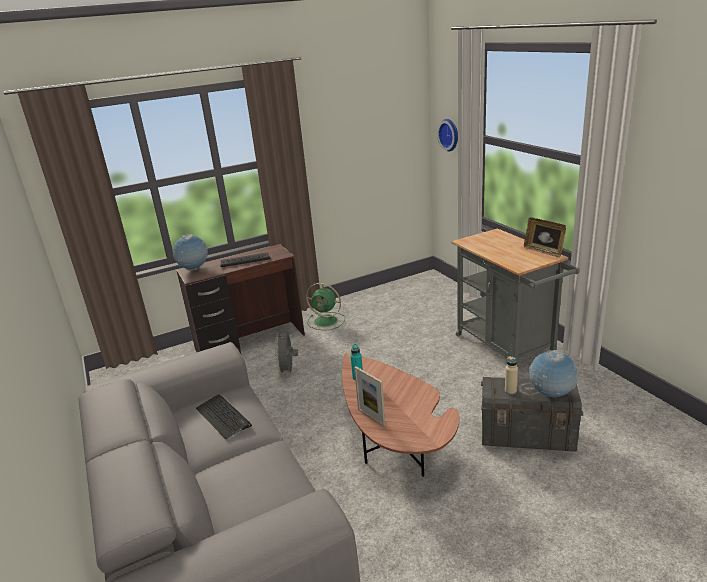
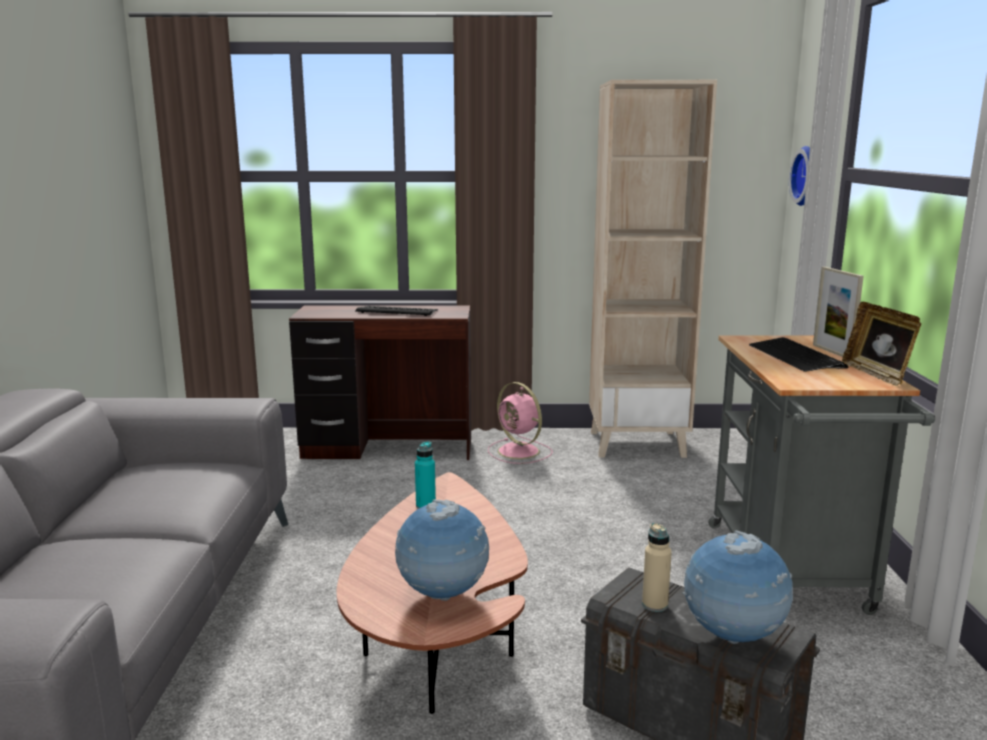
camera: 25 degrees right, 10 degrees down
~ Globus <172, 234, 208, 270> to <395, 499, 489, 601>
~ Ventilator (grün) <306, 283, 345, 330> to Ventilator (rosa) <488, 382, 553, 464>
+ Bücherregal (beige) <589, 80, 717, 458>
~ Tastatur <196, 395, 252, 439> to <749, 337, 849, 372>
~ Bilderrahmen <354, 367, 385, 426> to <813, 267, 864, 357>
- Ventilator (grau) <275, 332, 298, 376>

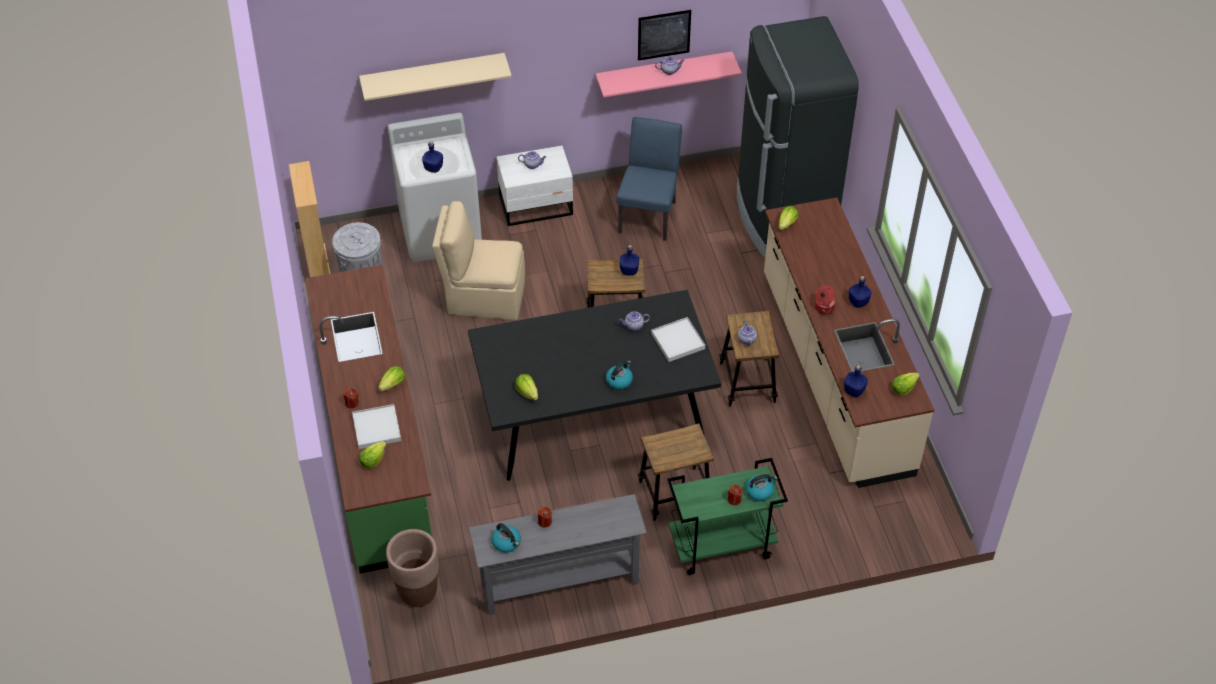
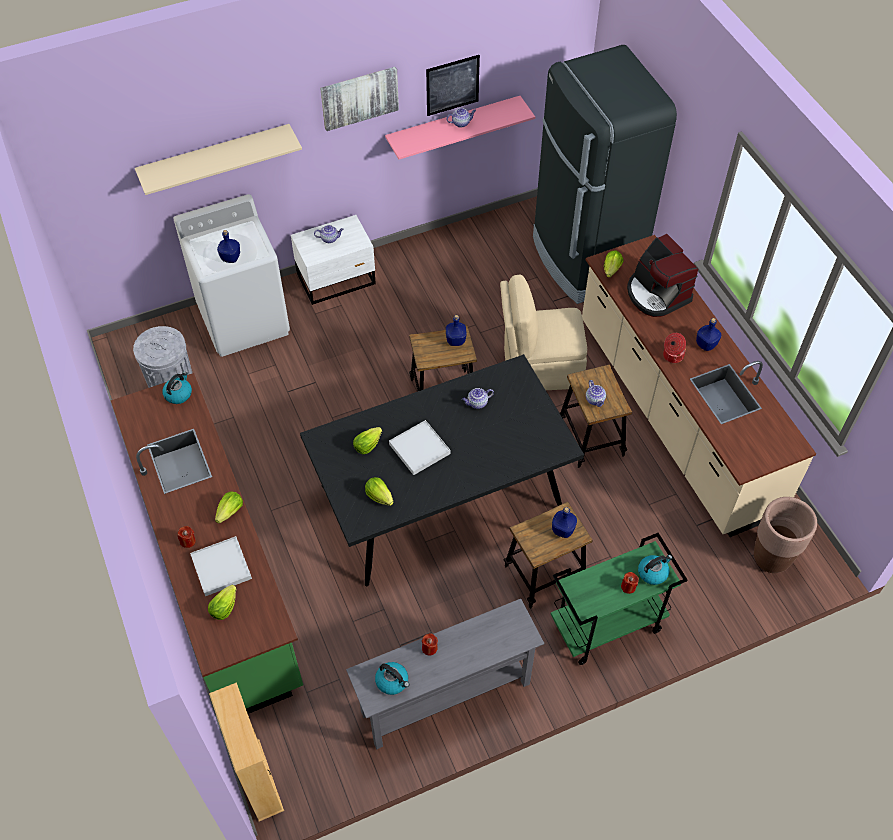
camera: 10 degrees left, 5 degrees up
~ Wasserkessel <606, 360, 633, 390> to <162, 372, 192, 404>
~ Bücherregal (beige) <289, 161, 330, 277> to <209, 682, 284, 821>
+ Bild <320, 67, 399, 131>
~ Salatkopf <892, 373, 920, 396> to <353, 427, 382, 454>
~ Tablett (weiß) <651, 317, 705, 362> to <389, 420, 451, 475>
~ Stuhl (beige) <432, 201, 525, 320> to <500, 275, 587, 390>
~ Flasche (blau) <844, 365, 868, 397> to <552, 507, 577, 538>
+ Kaffeemaschine <627, 234, 698, 317>
~ Pflanzkübel (braun) <386, 529, 439, 607> to <754, 497, 817, 573>
- Stuhl (blau) <616, 117, 682, 241>

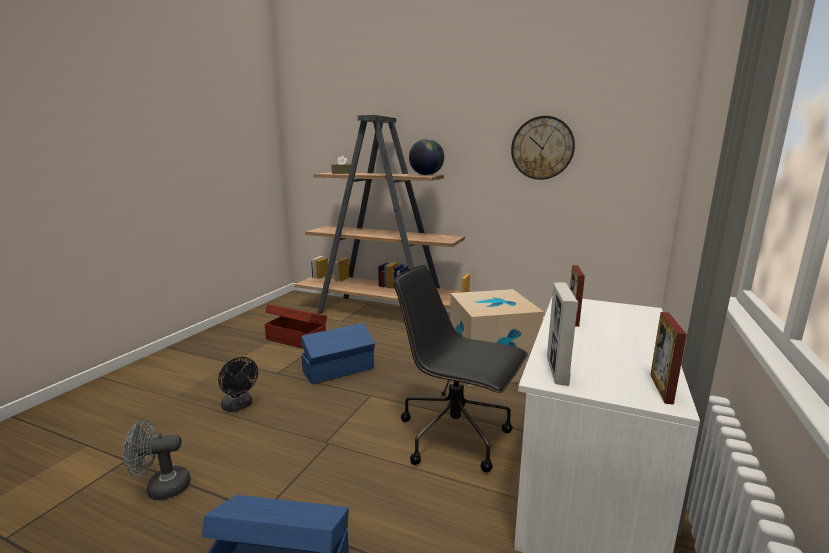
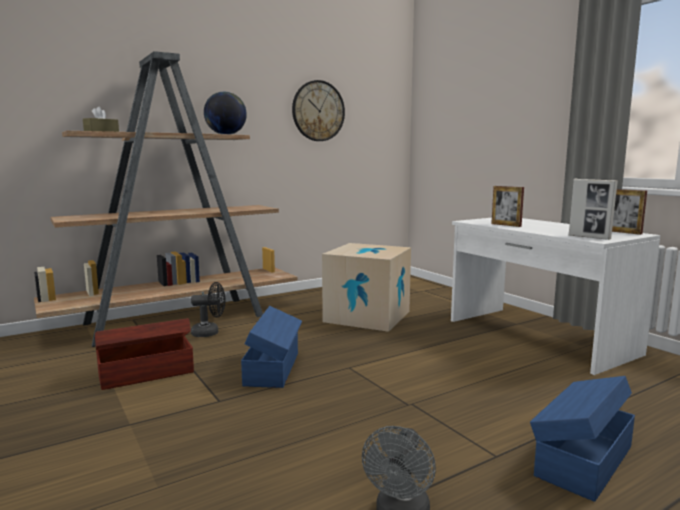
camera: 55 degrees left, 5 degrees down
~ Ventilator (schwarz) <218, 357, 258, 412> to <191, 282, 225, 337>
- Bürostuhl (schwarz) <394, 265, 528, 473>

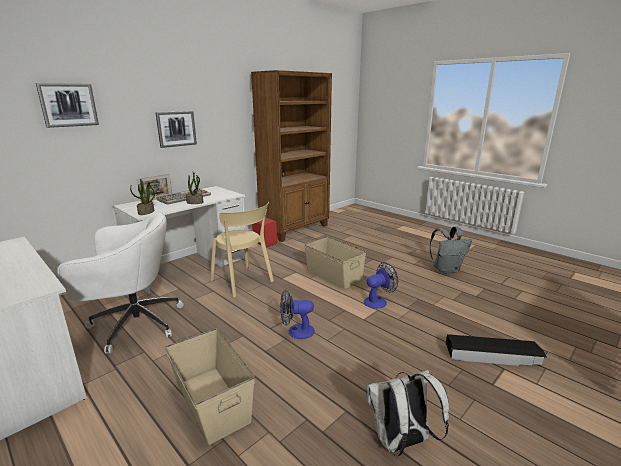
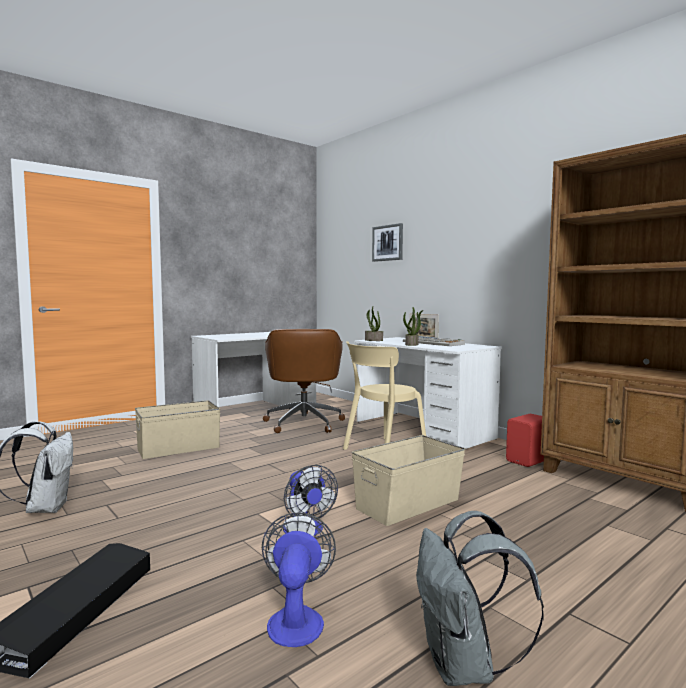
camera: 95 degrees right, 15 degrees down
~ Ventilator <280, 290, 315, 339> to <262, 512, 336, 647>
~ Bürostuhl (weiß) <57, 212, 184, 354> to Bürostuhl (braun) <263, 329, 345, 433>
- Bild <155, 111, 197, 148>

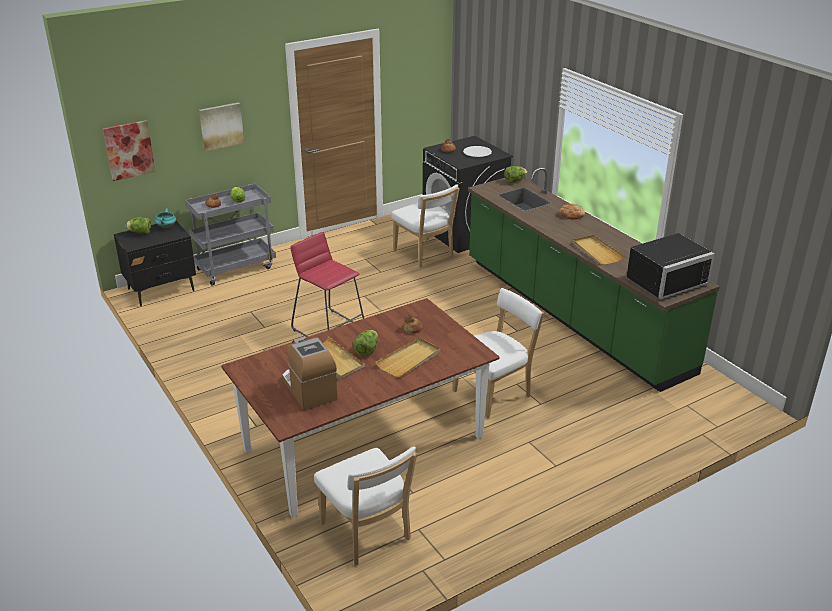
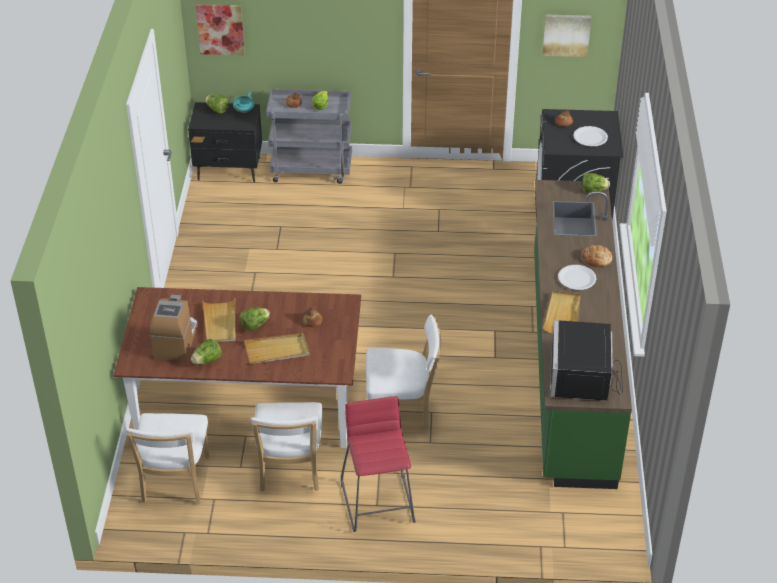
camera: 35 degrees right, 10 degrees up
+ Salatkopf <191, 339, 222, 365>
~ Stuhl (weiß) <391, 184, 460, 267> to <251, 402, 323, 492>
~ Hocker (rot) <290, 232, 364, 337> to <341, 396, 416, 532>
~ Bild <199, 102, 244, 151> to <542, 14, 591, 57>
~ Mikrowelle (schwarz) <626, 233, 715, 300> = <550, 320, 623, 401> 90 degrees clockwise
+ Teller (weiß) <558, 265, 596, 290>

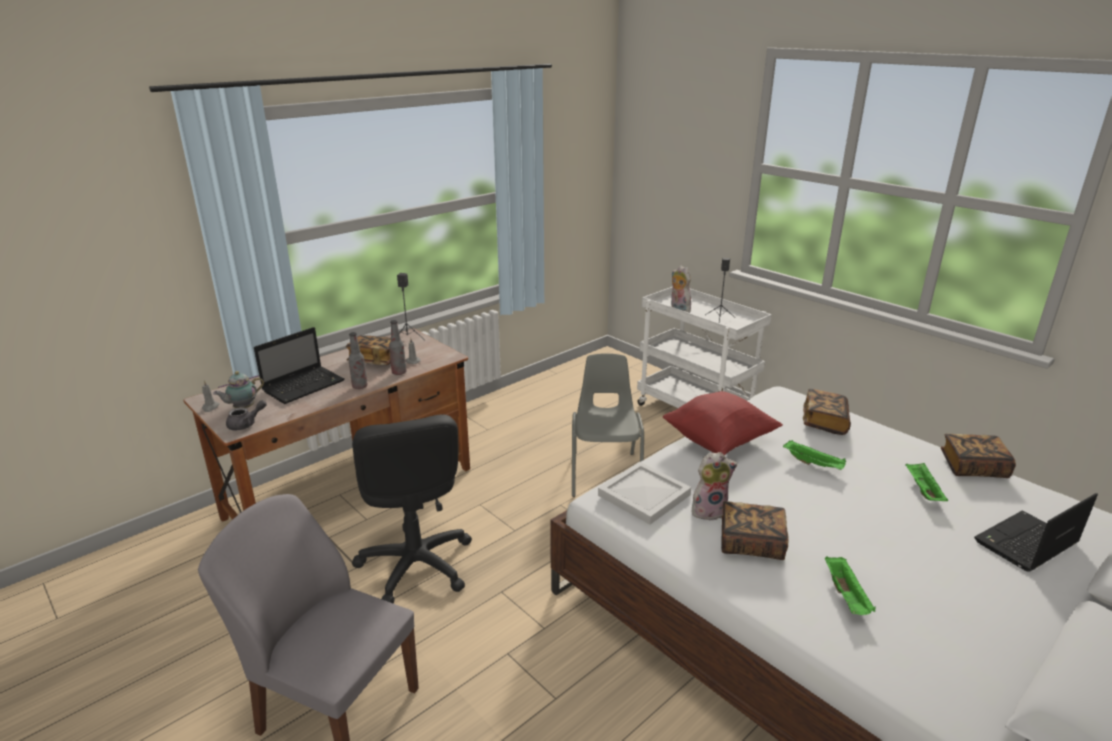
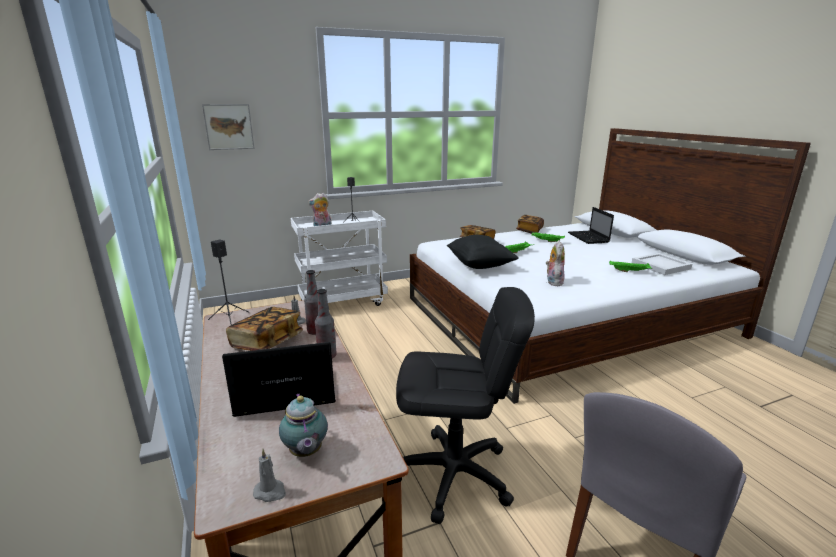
camera: 70 degrees left, 5 degrees down
+ Bild <202, 104, 255, 150>
~ Laptop <254, 327, 345, 404> = <222, 342, 336, 417> 75 degrees counterclockwise
~ Kissen (rot) <663, 391, 783, 455> to Kissen (schwarz) <447, 235, 519, 269>
~ Tablett (weiß) <598, 462, 691, 525> to <632, 253, 692, 275>
- Teekanne (grau) <226, 400, 267, 430>
- Stuhl (grau) <572, 353, 644, 497>
- Buch <721, 501, 789, 560>

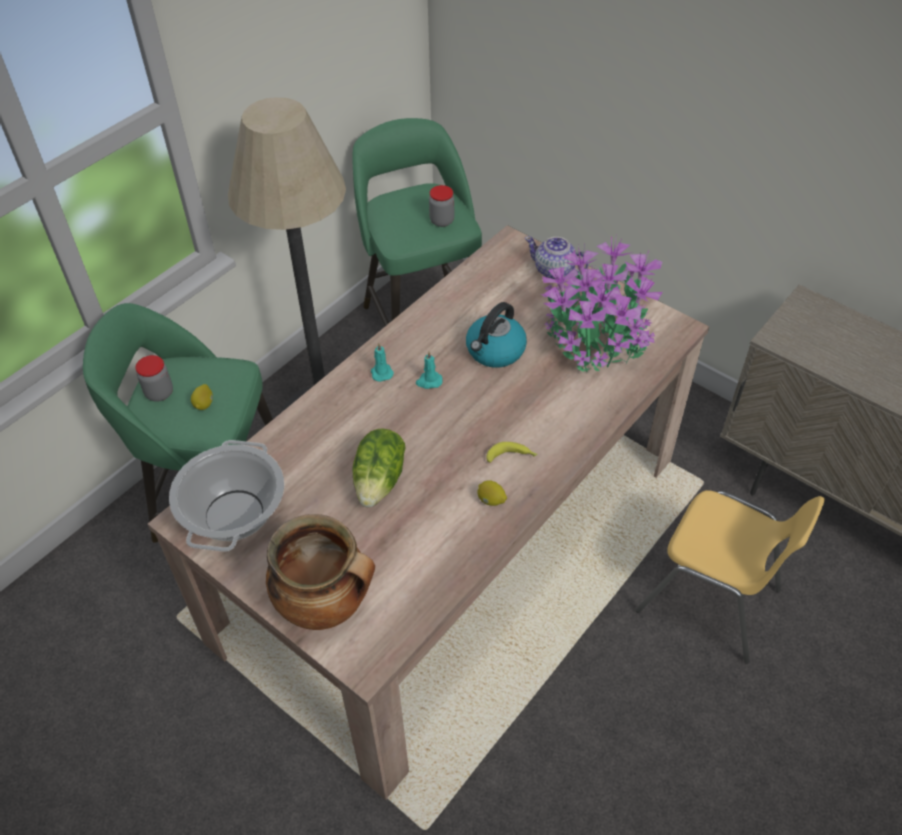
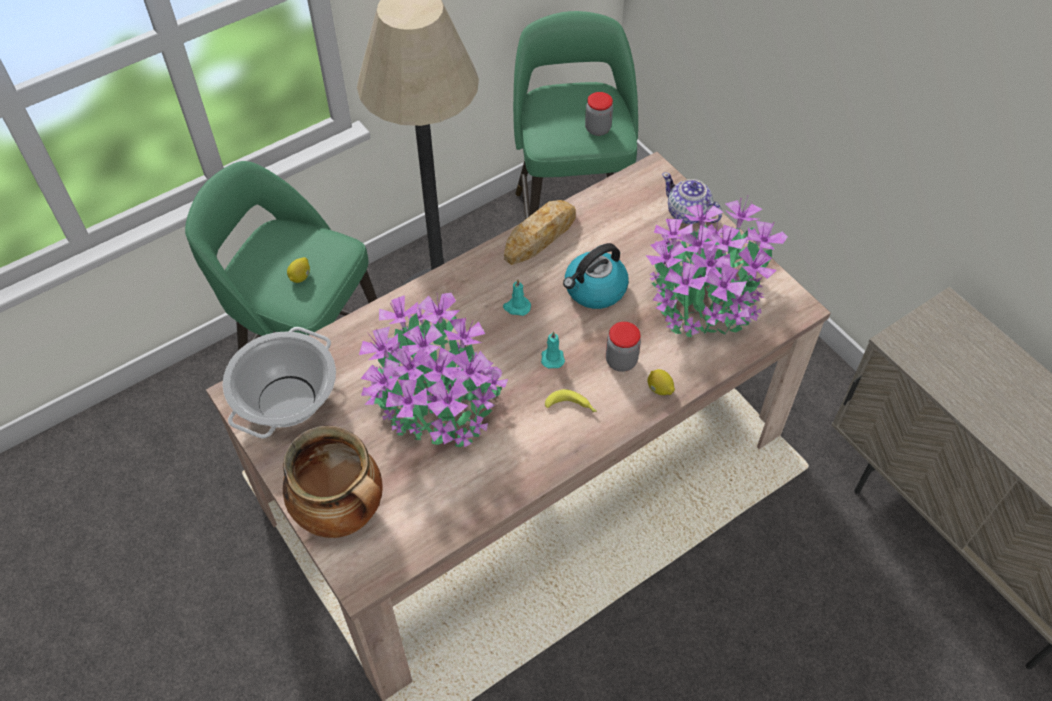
camera: 15 degrees right, 5 degrees up
~ Salatkopf <353, 429, 405, 508> to Topfpflanze <359, 293, 508, 447>
+ Brot <504, 200, 576, 265>
~ Kerze (türkis) <371, 343, 394, 382> to <541, 331, 565, 368>
~ Vorratsglas <135, 355, 173, 401> to <606, 322, 641, 372>
~ Zitrone <477, 480, 507, 506> to <647, 369, 675, 395>
- Stuhl (gelb) <636, 490, 825, 664>

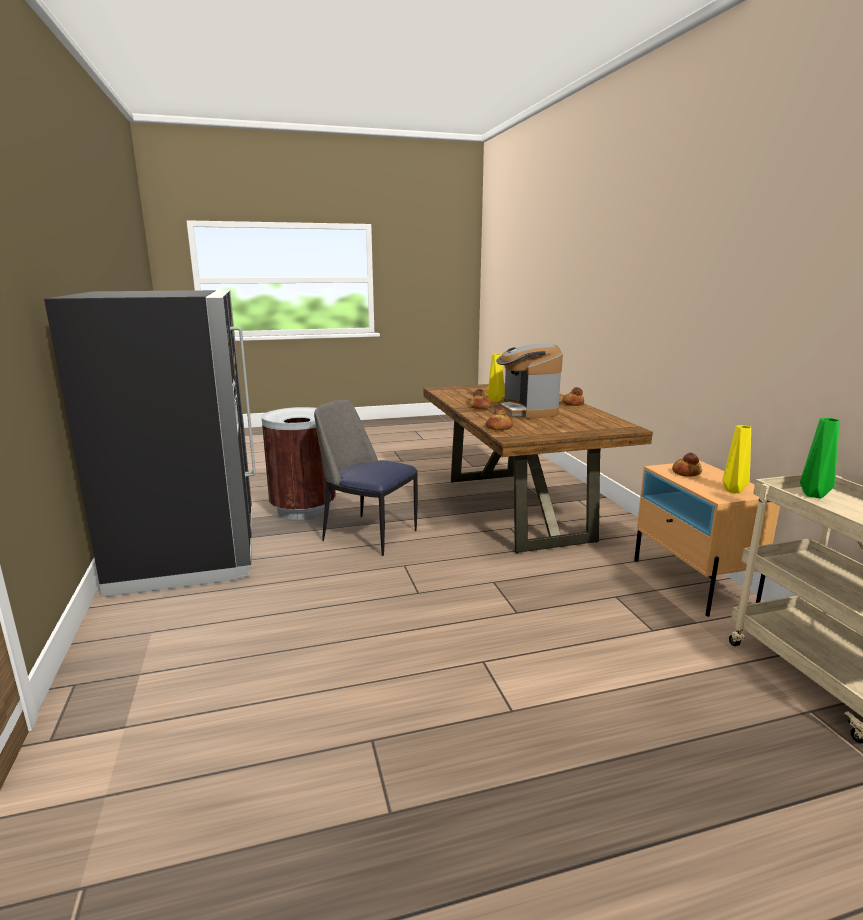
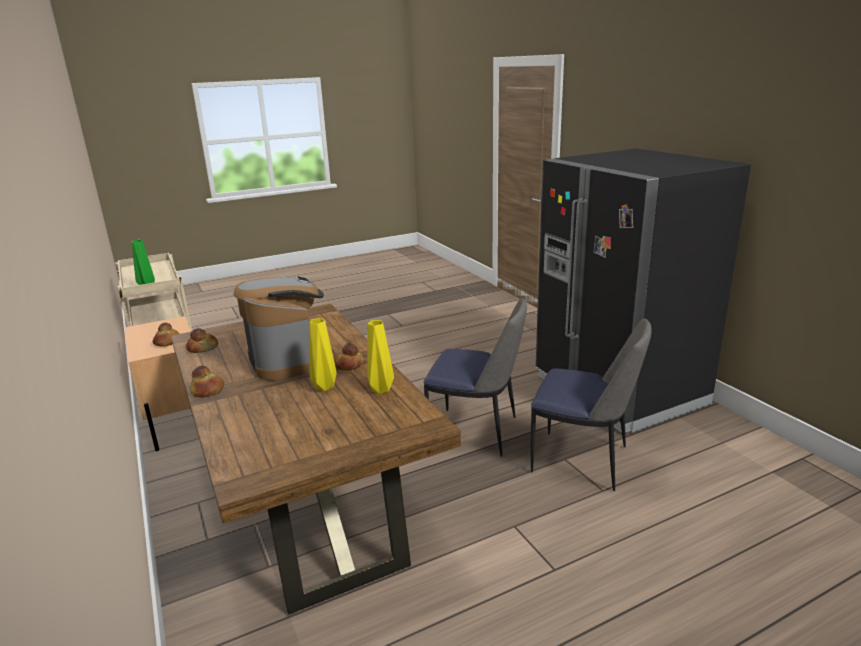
camera: 170 degrees right, 5 degrees up
~ Brot <486, 407, 513, 430> to <186, 328, 218, 353>
~ Vase (gelb) <722, 425, 751, 493> to <367, 320, 394, 394>
~ Mülleimer (braun) <261, 407, 336, 520> to Stuhl <530, 318, 652, 491>

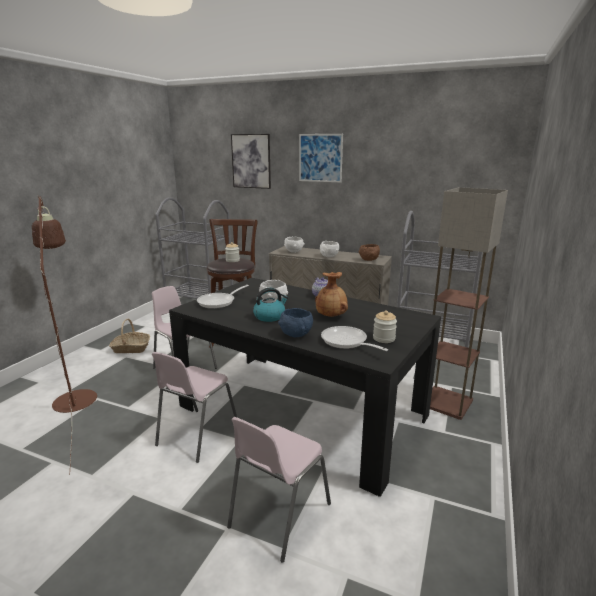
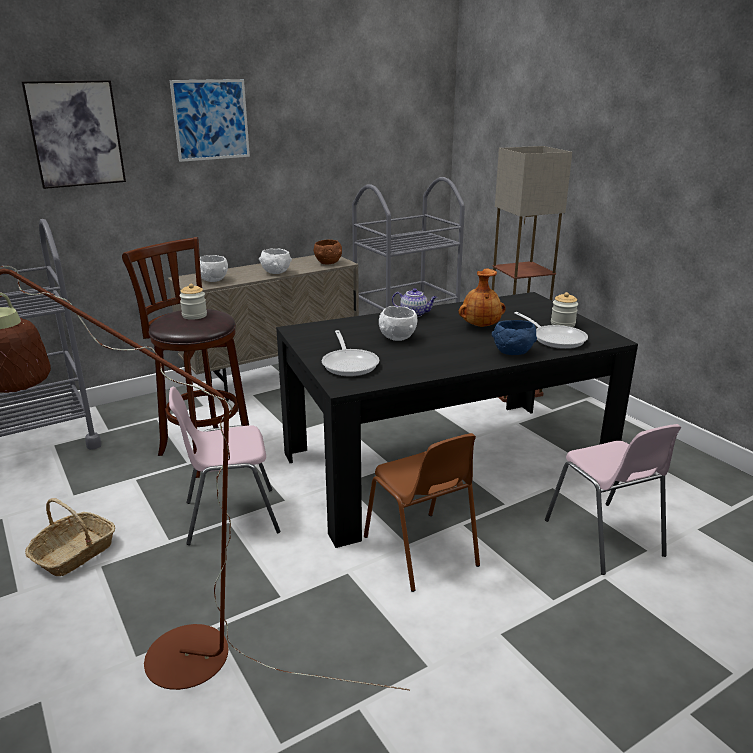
camera: 55 degrees left, 5 degrees up
~ Stuhl (rosa) <152, 352, 237, 463> to Stuhl (braun) <364, 433, 480, 592>
~ Pfanne <321, 326, 388, 351> = <514, 312, 588, 349> 120 degrees counterclockwise
- Wasserkessel <253, 288, 288, 322>

